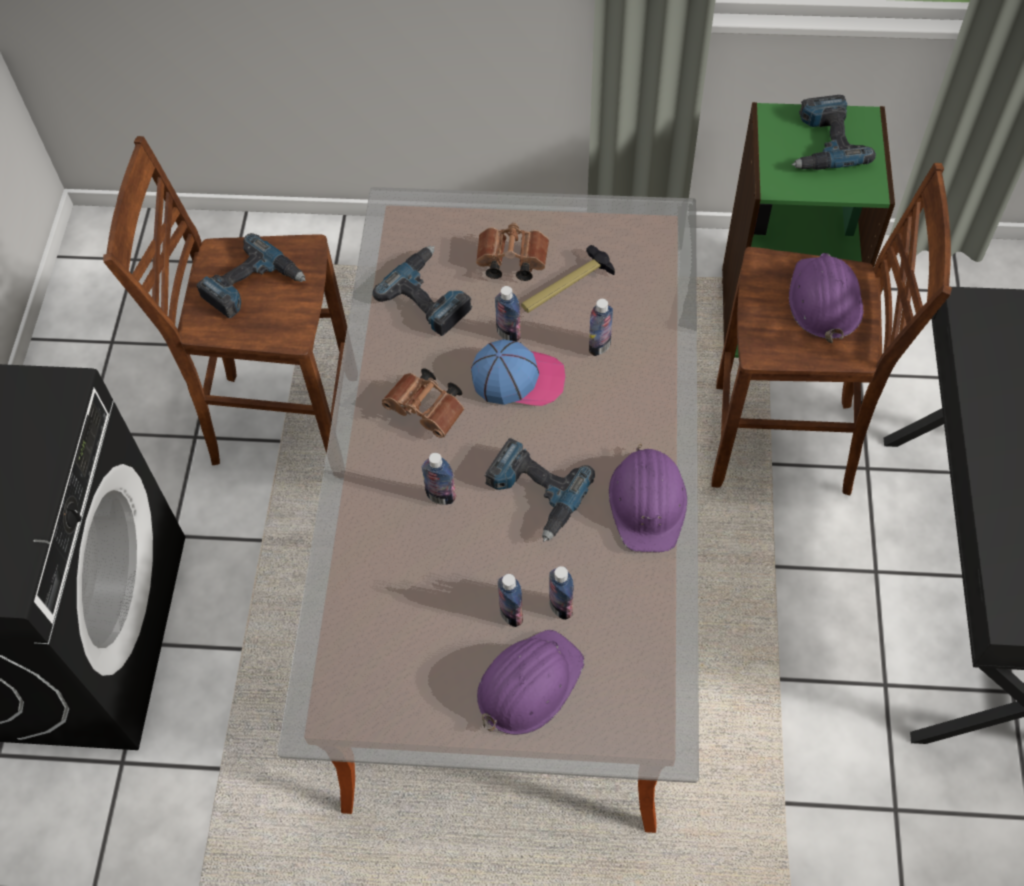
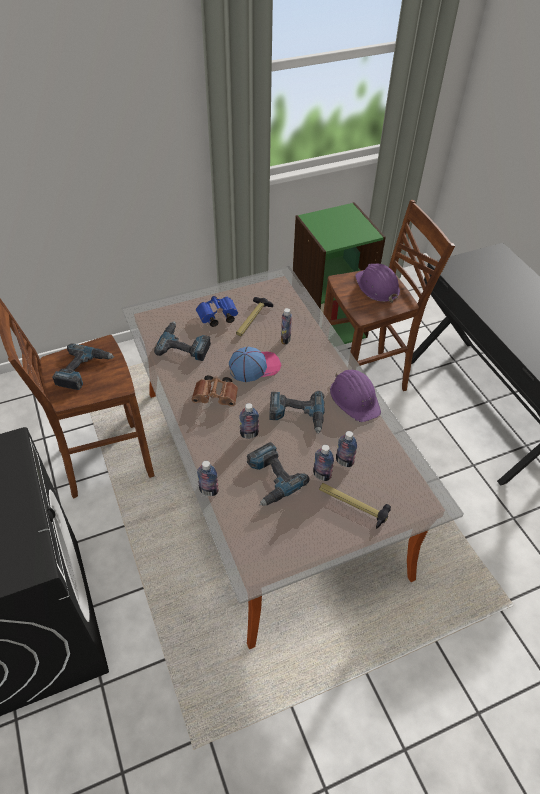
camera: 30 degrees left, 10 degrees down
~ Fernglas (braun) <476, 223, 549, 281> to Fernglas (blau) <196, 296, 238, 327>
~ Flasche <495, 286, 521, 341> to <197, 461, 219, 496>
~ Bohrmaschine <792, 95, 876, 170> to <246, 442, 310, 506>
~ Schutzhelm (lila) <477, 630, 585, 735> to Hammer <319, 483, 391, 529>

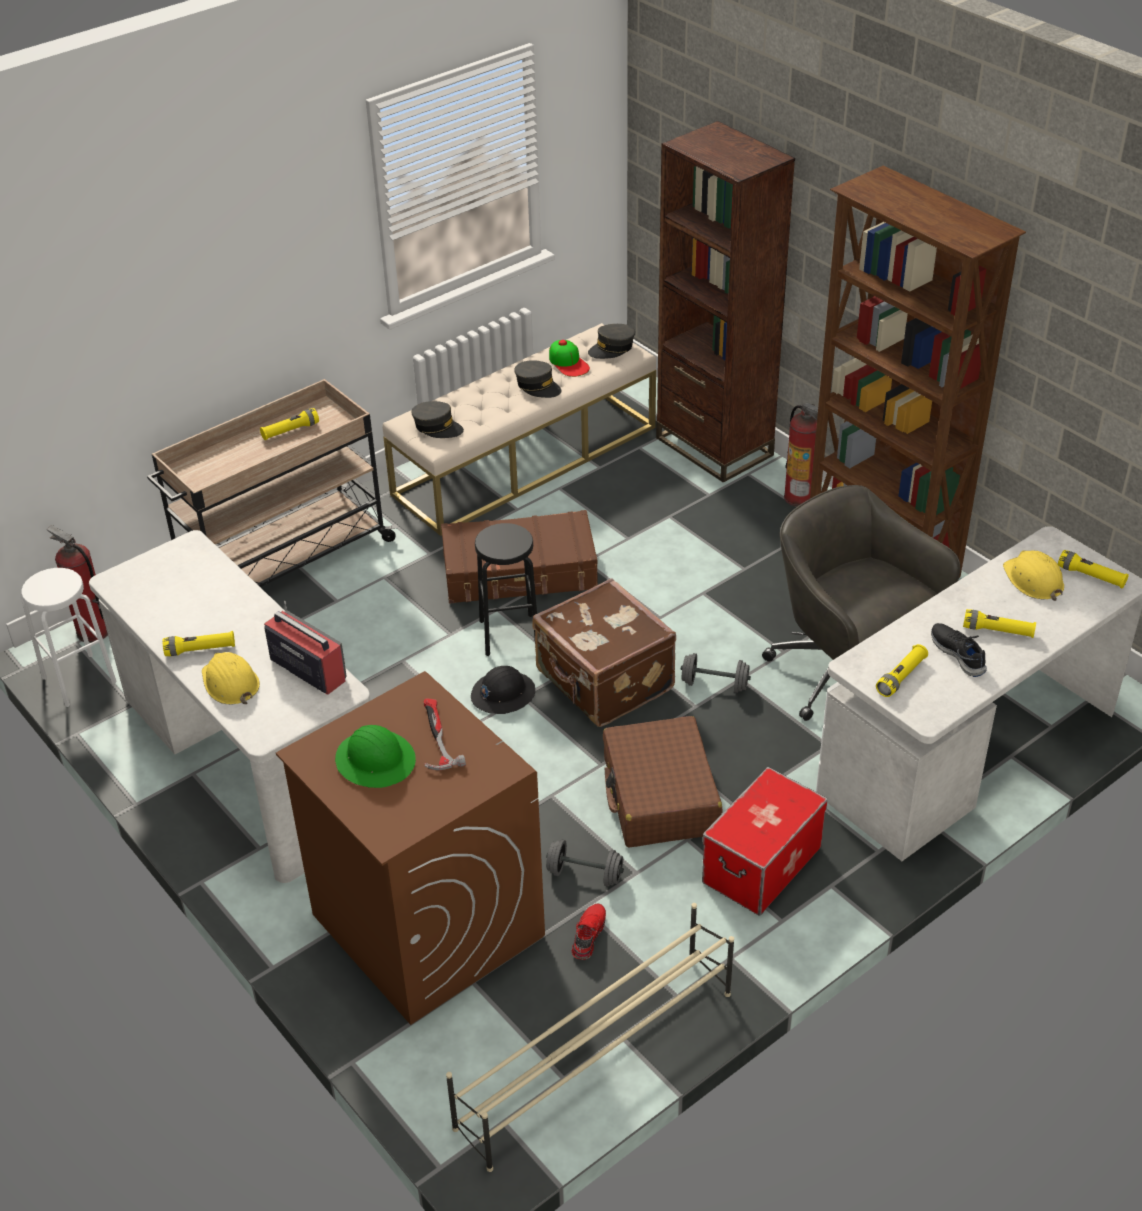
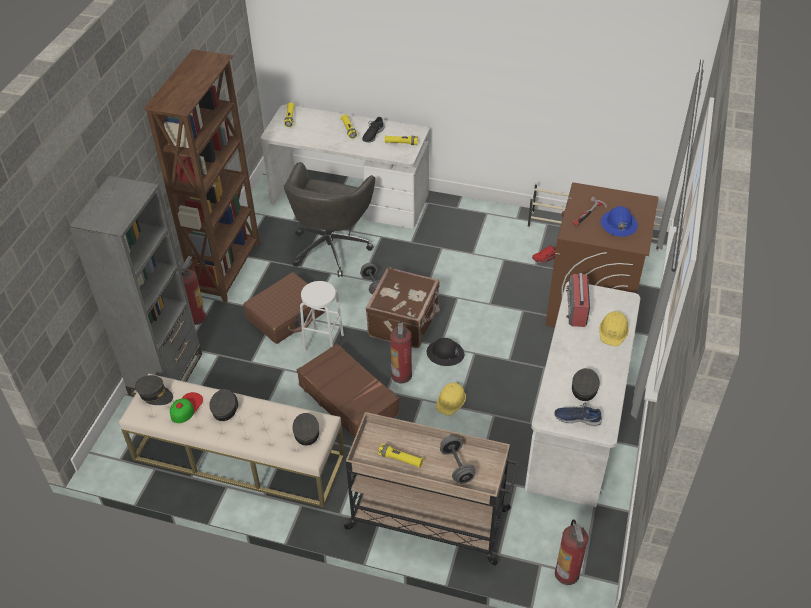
camera: 125 degrees left, 5 degrees up
~ Bücherregal (braun) <656, 121, 795, 483> to Bücherregal (grau) <69, 175, 202, 397>
~ Koffer (braun) <603, 716, 723, 847> to <243, 272, 325, 344>
~ Hocker (weiß) <21, 568, 117, 707> to <300, 281, 344, 352>
~ Hocker (schwarz) <475, 523, 537, 656> to Feuerlöscher <390, 321, 412, 383>
~ Schutzhelm (gelb) <1003, 550, 1064, 601> to <436, 382, 466, 416>
~ Hantel (grau) <546, 839, 624, 887> to <440, 435, 475, 484>
+ Schuh (blau) <555, 403, 602, 426>
+ Kappe (grau) <571, 368, 600, 401>
~ Schutzhelm (grün) <335, 725, 416, 788> to Schutzhelm (blau) <601, 206, 638, 237>
- Taschenlampe (gelb) <163, 631, 235, 656>
- Aufbewahrungsbox <702, 767, 828, 916>

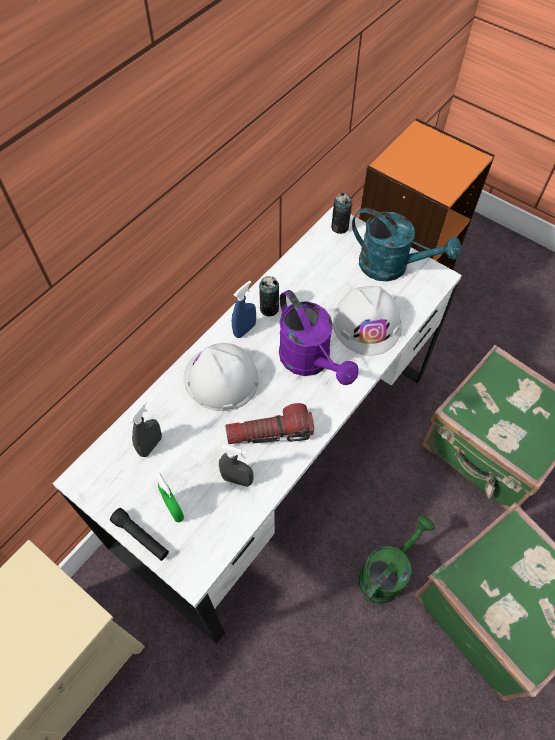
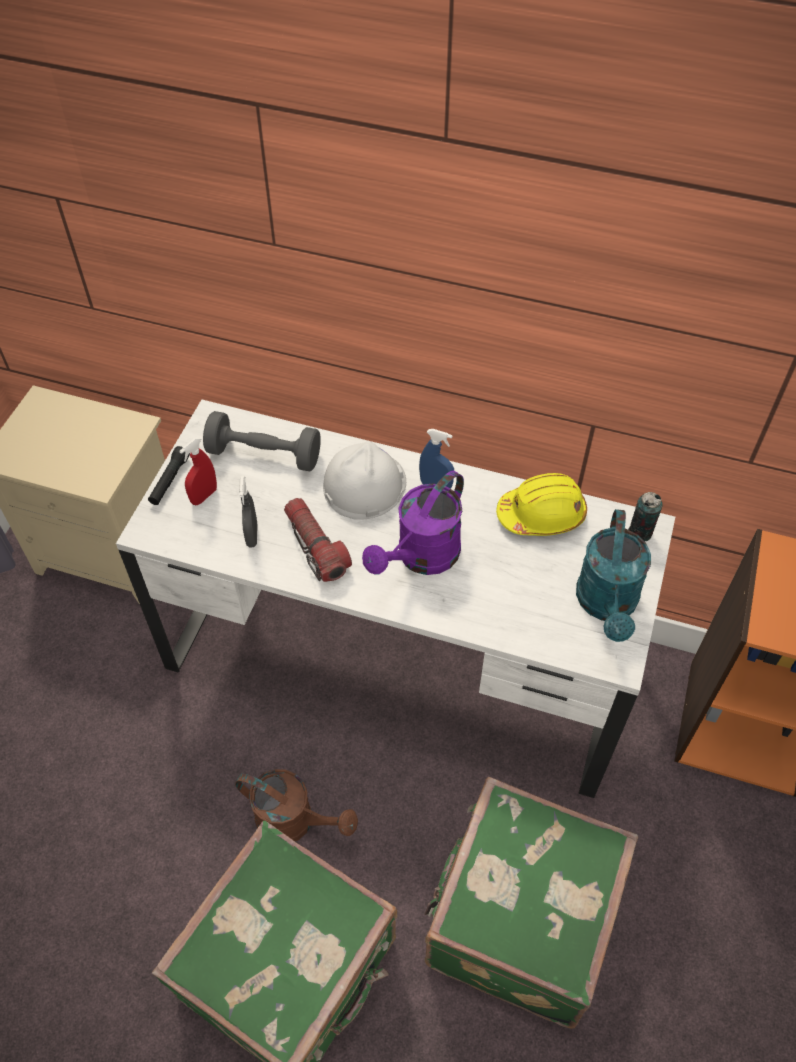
camera: 70 degrees right, 5 degrees down
~ Sprühflasche (grün) <155, 472, 184, 522> to Sprühflasche (rot) <179, 437, 217, 505>
~ Sprühflasche (grau) <129, 401, 162, 457> to Hantel (grau) <203, 411, 321, 472>
~ Gießkanne (grün) <359, 515, 435, 604> to Gießkanne (braun) <235, 769, 358, 841>
+ Schutzhelm (gelb) <496, 473, 587, 536>
- Dose <259, 276, 279, 317>
- Schutzhelm (weiß) <333, 286, 402, 356>

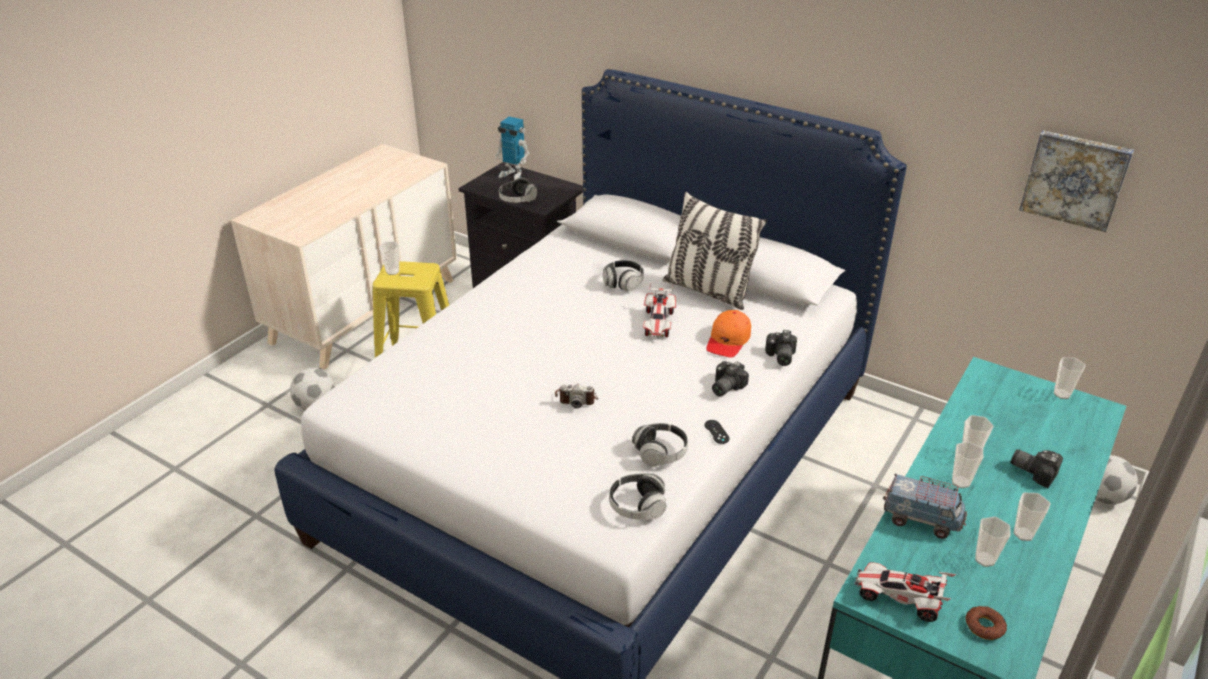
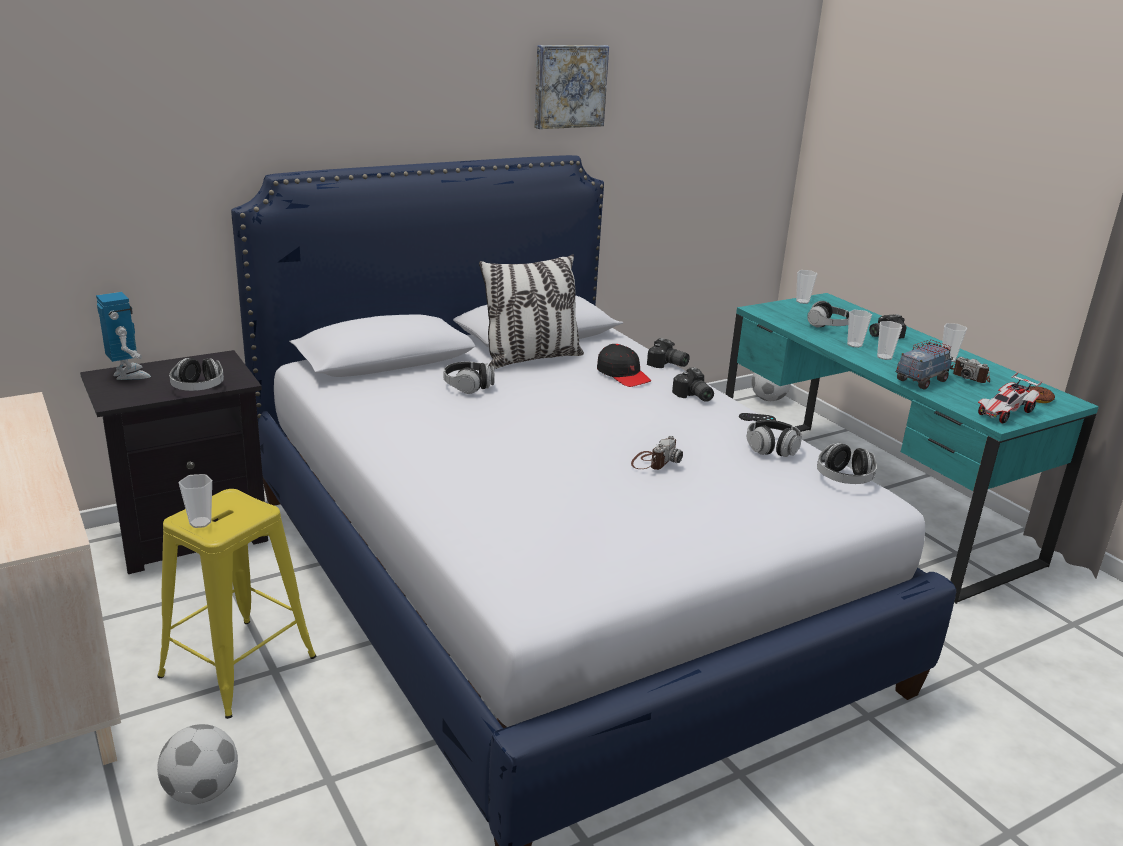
camera: 65 degrees left, 10 degrees down
~ Spielzeugroboter <495, 117, 529, 180> = <96, 292, 151, 380> 90 degrees counterclockwise
~ Bild <1019, 130, 1134, 232> to <534, 45, 609, 129>
~ Kappe (orange) <706, 310, 751, 358> to Kappe (schwarz) <597, 344, 651, 387>
+ Kopfhörer <807, 301, 849, 327>
~ Tasse <975, 517, 1010, 567> to Kamera <951, 357, 990, 383>
- Spielzeugauto <643, 283, 676, 338>

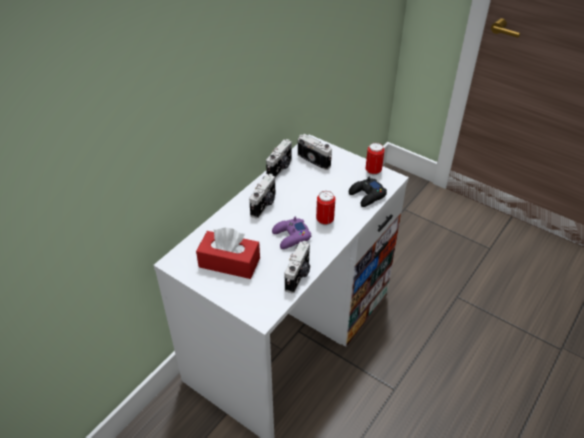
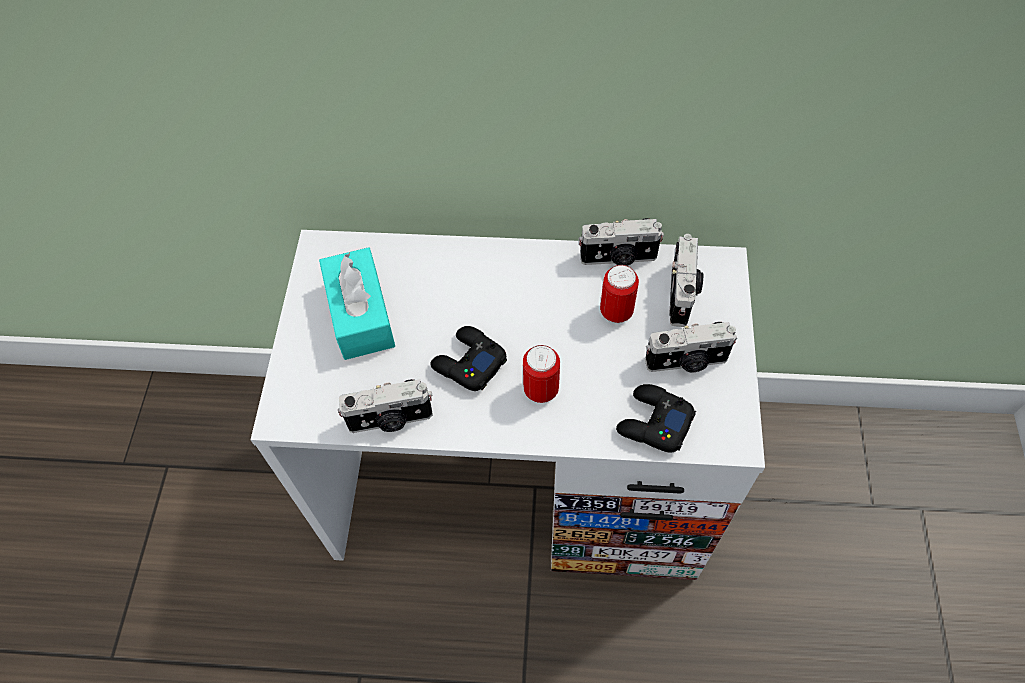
camera: 60 degrees right, 15 degrees up
~ Taschentuchbox (rot) <196, 228, 260, 279> to Taschentuchbox (türkis) <319, 247, 395, 360>
~ Gamepad (lila) <272, 217, 311, 249> to Gamepad (schwarz) <430, 326, 507, 391>
~ Dose <366, 143, 385, 175> to <600, 265, 639, 323>
~ Kamera <249, 174, 276, 219> to <645, 322, 737, 373>

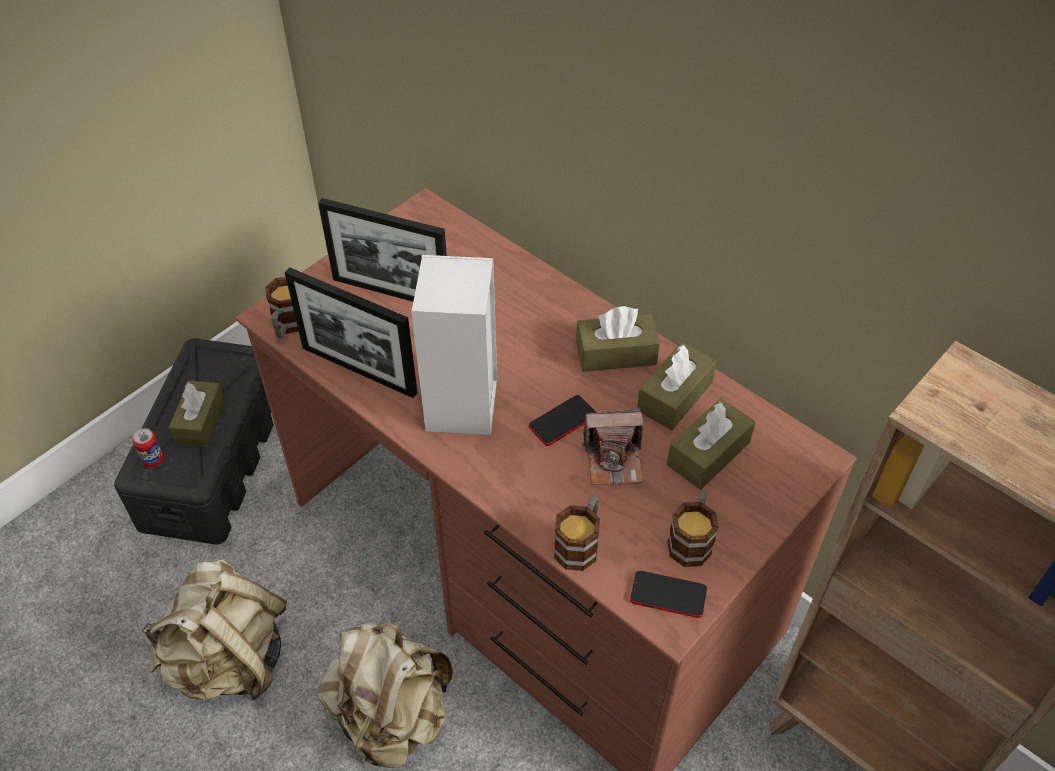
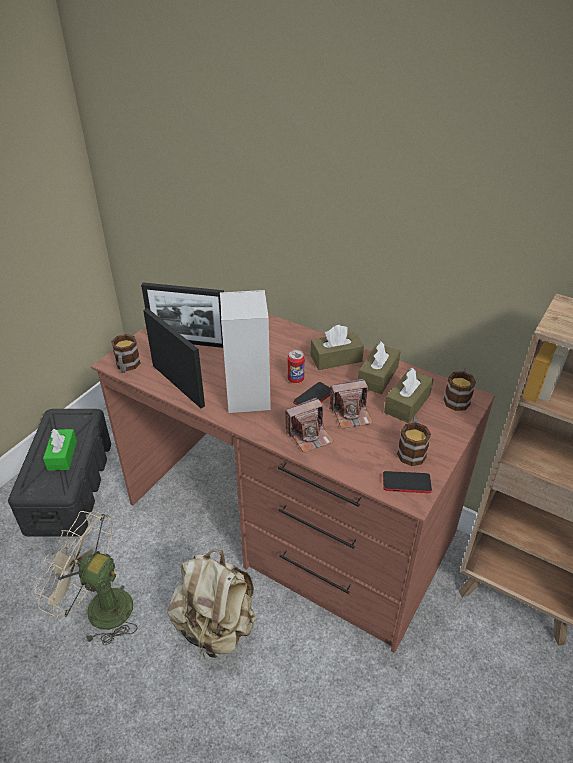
camera: 10 degrees left, 10 degrees down
~ Rucksack (beige) <142, 559, 287, 700> to Ventilator (beige) <35, 511, 137, 645>
~ Taschentuchbox (braun) <169, 380, 225, 447> to Taschentuchbox (grün) <43, 429, 77, 471>
~ Bilderrahmen <285, 267, 417, 398> = <143, 308, 205, 408> 150 degrees counterclockwise
+ Kamera <285, 397, 334, 453>
~ Dose <133, 428, 164, 468> to <287, 350, 305, 383>
~ Henkelbecher <554, 496, 600, 571> to <443, 368, 476, 411>

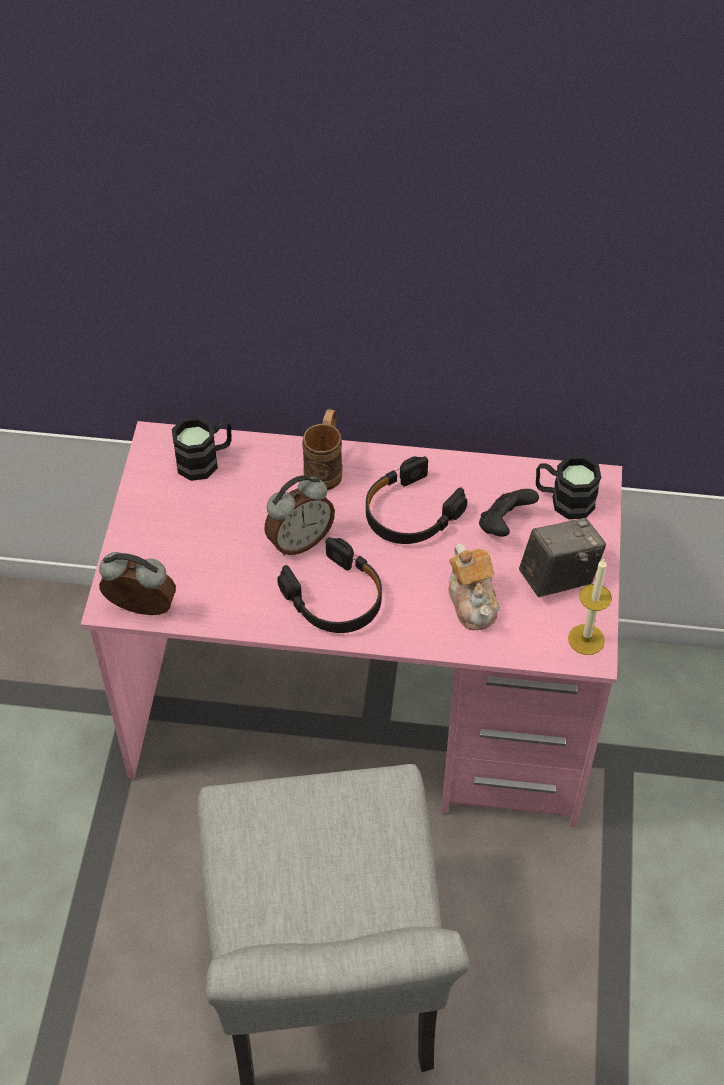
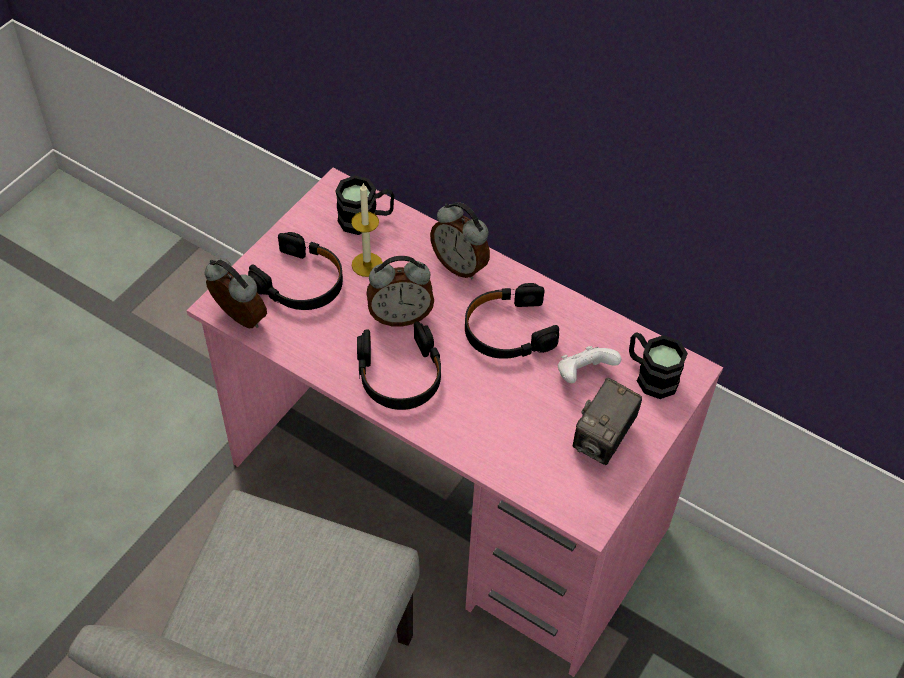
camera: 25 degrees right, 0 degrees up
+ Kopfhörer (schwarz) <248, 232, 343, 310>
~ Kerze <568, 559, 612, 655> to <351, 182, 383, 277>
~ Henkelbecher (braun) <302, 409, 343, 490> to Wecker <430, 202, 490, 280>
~ Gamepad (schwarz) <479, 489, 539, 537> to Gamepad (weiß) <558, 346, 621, 383>
~ Kamera <519, 518, 606, 597> = <573, 378, 642, 465> 120 degrees clockwise
- Teekanne <448, 544, 499, 630>

